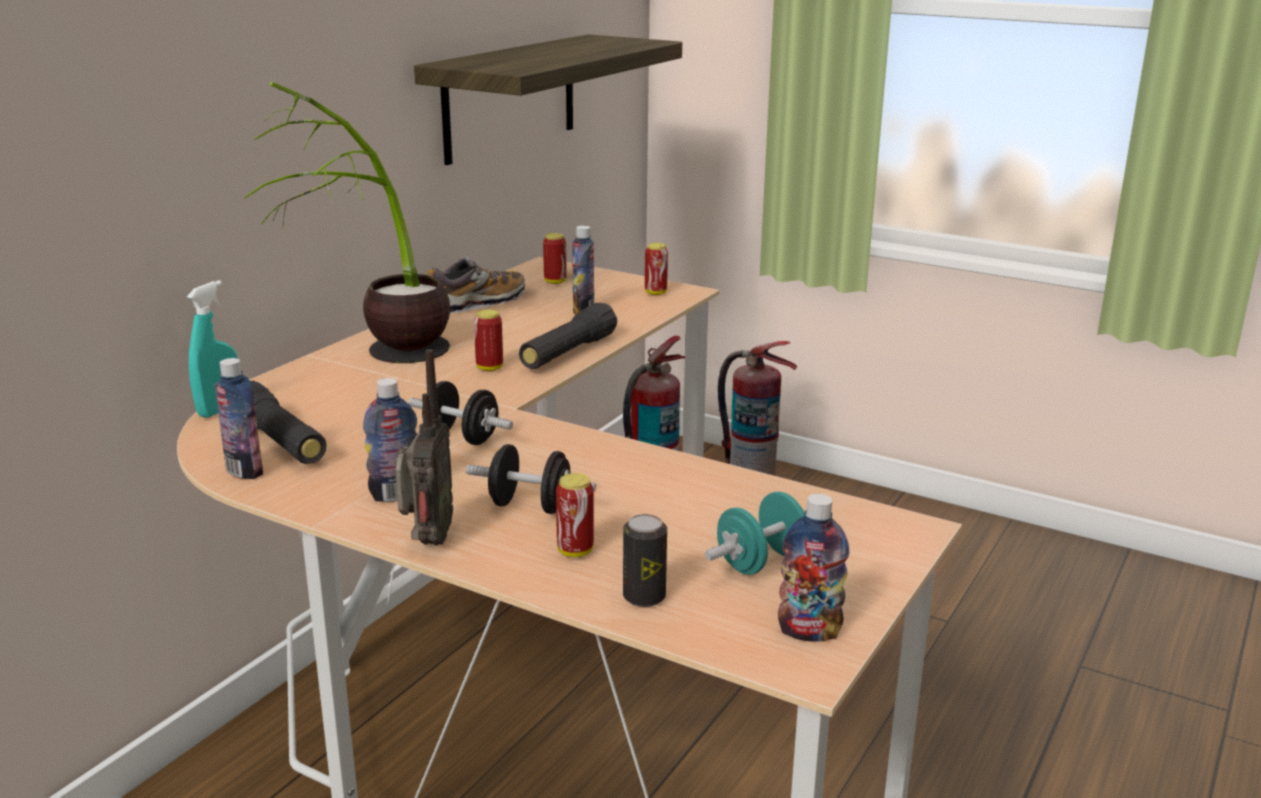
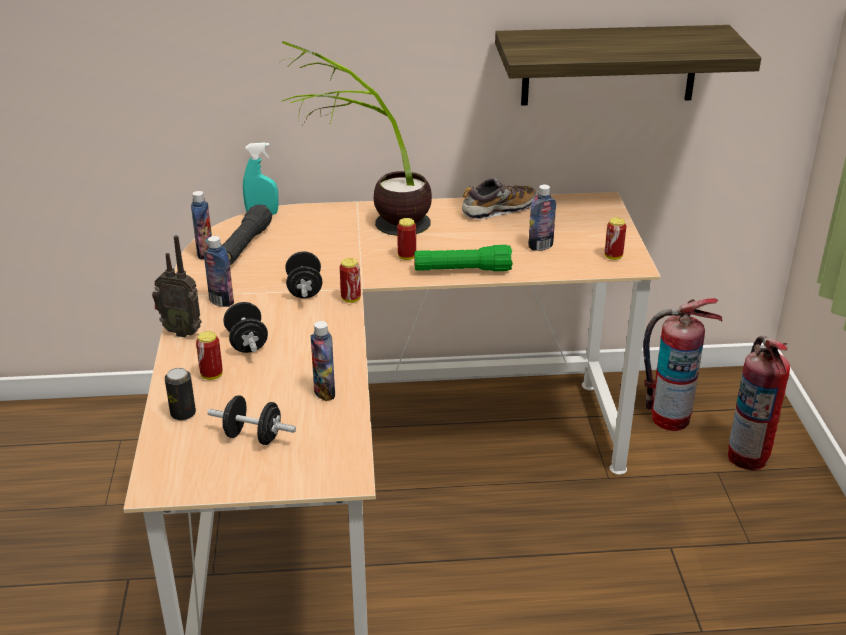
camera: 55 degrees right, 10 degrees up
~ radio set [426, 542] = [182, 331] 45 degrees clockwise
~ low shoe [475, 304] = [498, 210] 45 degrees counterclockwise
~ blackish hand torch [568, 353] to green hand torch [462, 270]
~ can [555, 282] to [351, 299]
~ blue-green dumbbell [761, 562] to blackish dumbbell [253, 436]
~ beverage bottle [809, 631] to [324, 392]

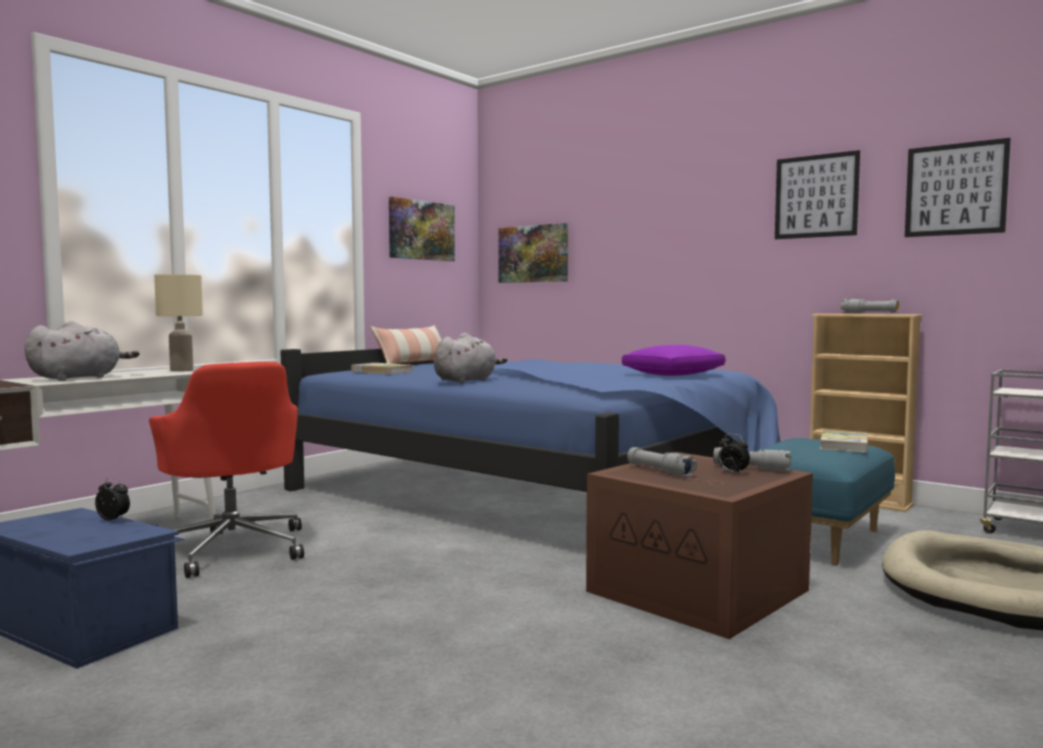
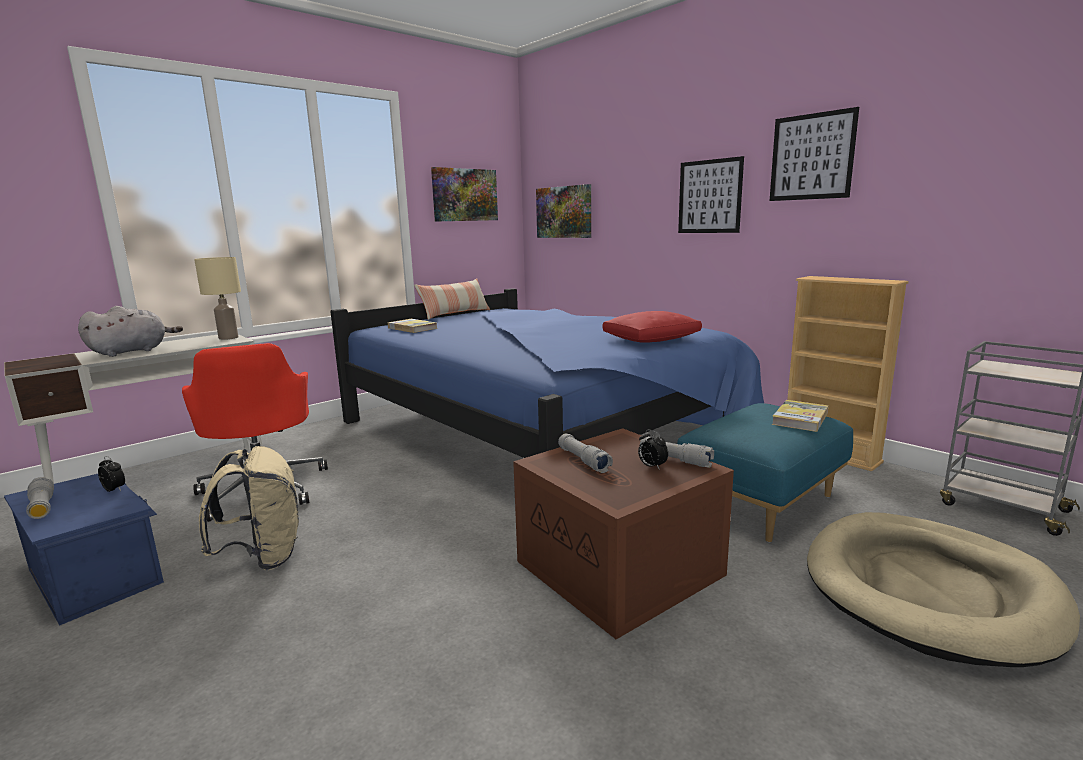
camera: 10 degrees right, 10 degrees up
- grey cuddly toy [467, 381]
~ purplish cushion [674, 374] to red cushion [652, 339]
~ grey hand torch [869, 313] to [42, 507]
~ wall art [955, 189] to [709, 196]
+ sand-coloured backpack [263, 557]

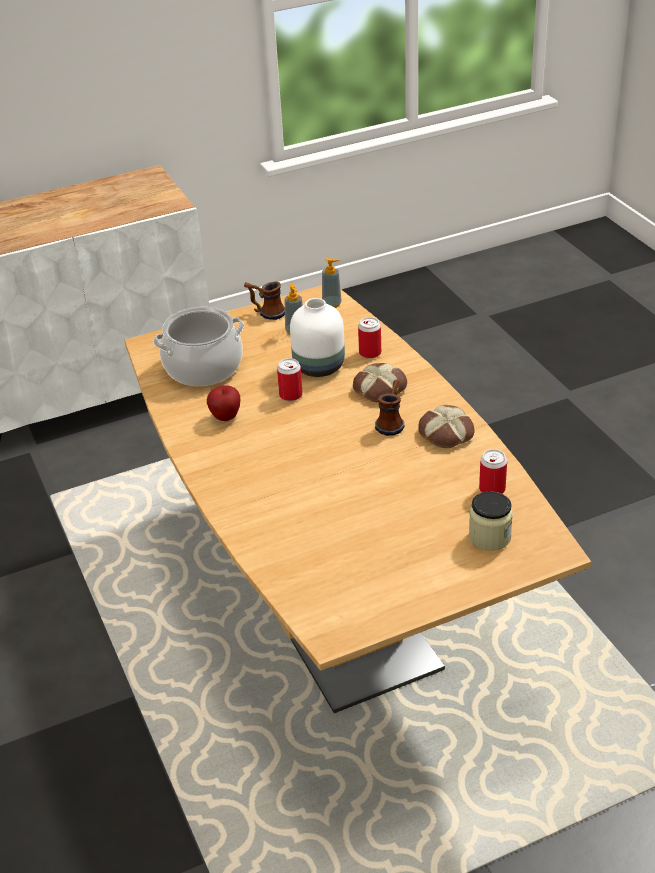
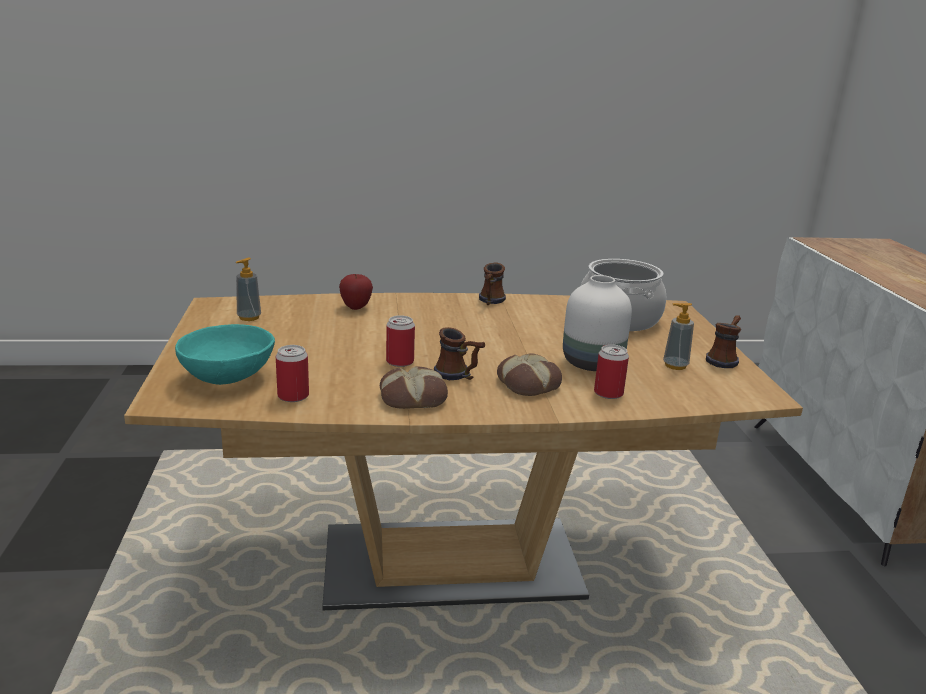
camera: 105 degrees right, 15 degrees down
~ apple [225, 417] to [356, 307]
~ can [290, 395] to [400, 362]
~ soap bottle [332, 304] to [249, 317]
~ storage jar [489, 537] to blue-green serving bowl [228, 377]
+ tea mug [490, 302]

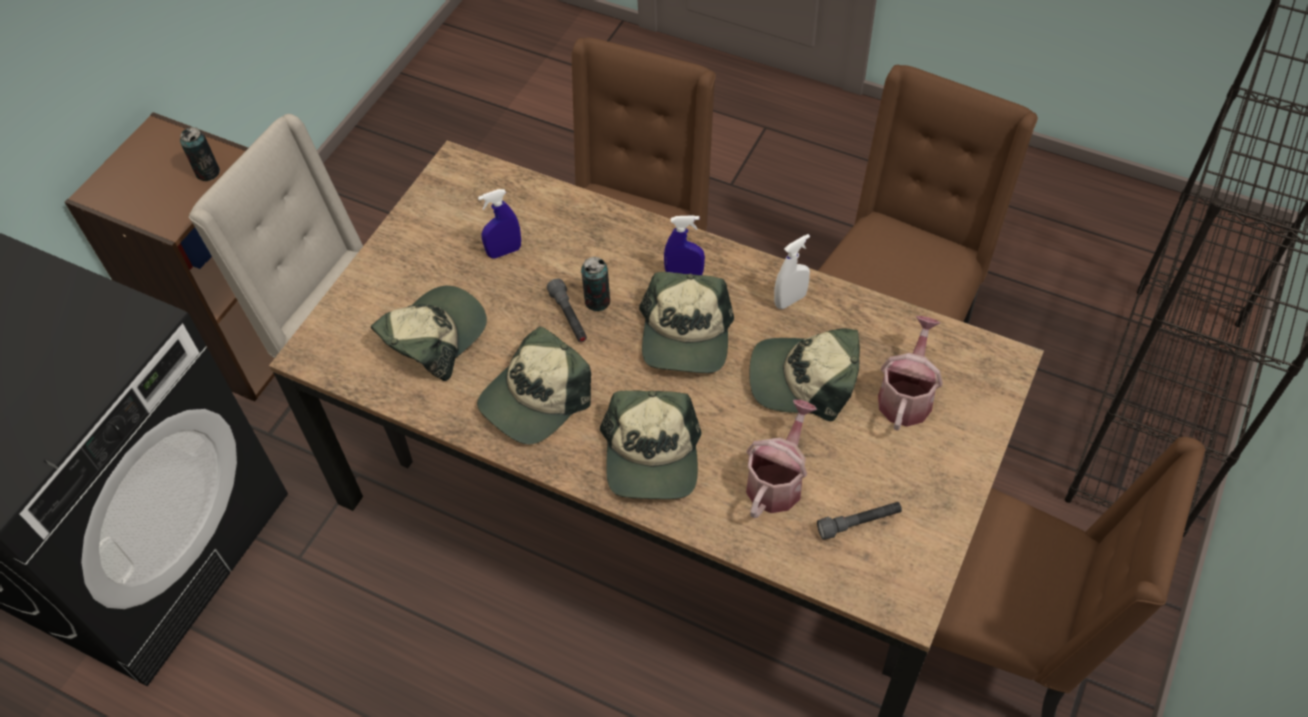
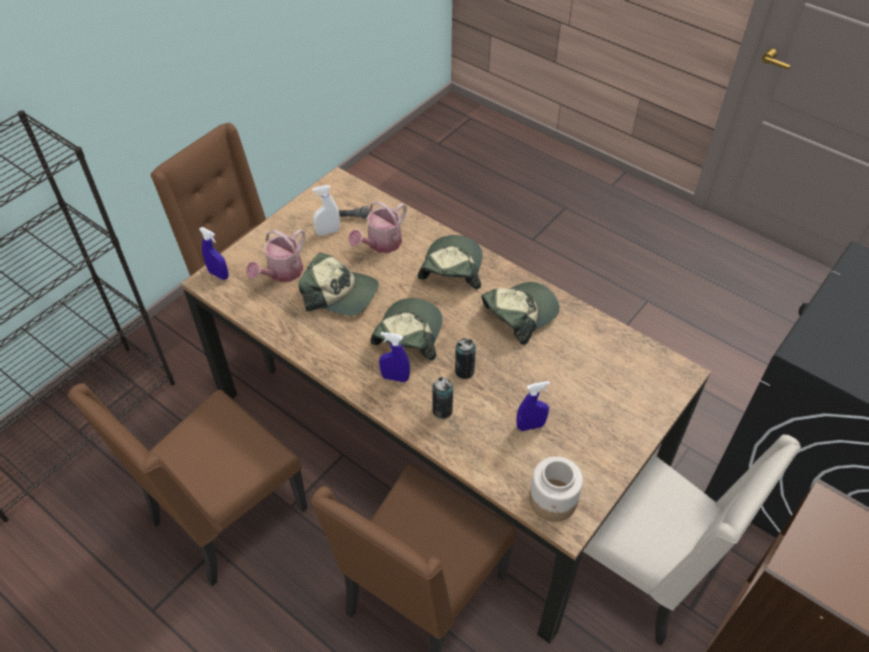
camera: 170 degrees left, 5 degrees down
~ can [208, 172] to [442, 410]
- baseball cap [434, 336]
- grey hand torch [569, 317]
~ white hand sprayer [790, 300] to [328, 232]
+ blue-coloured hand sprayer [218, 274]
+ storage jar [553, 500]

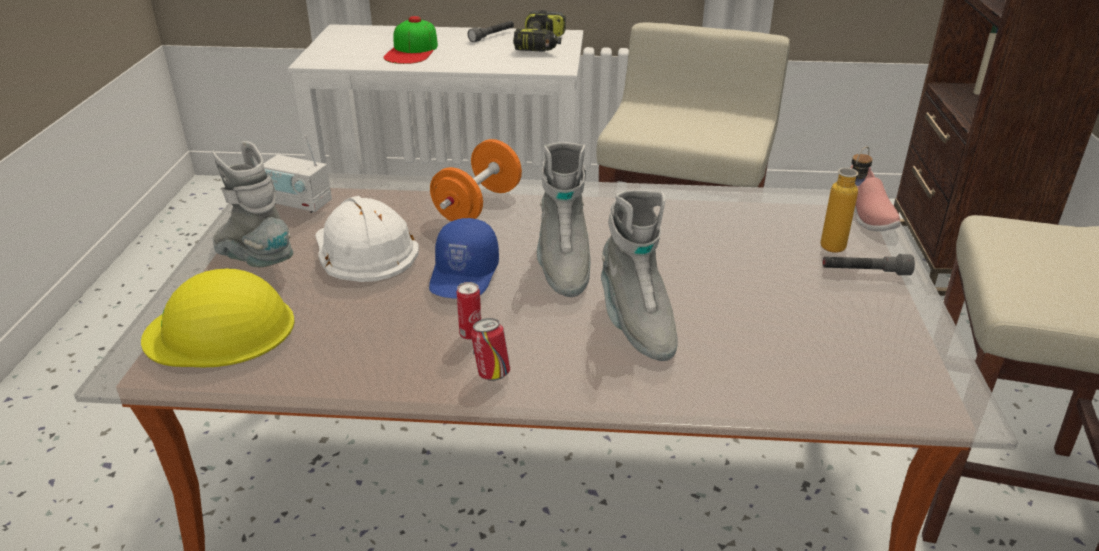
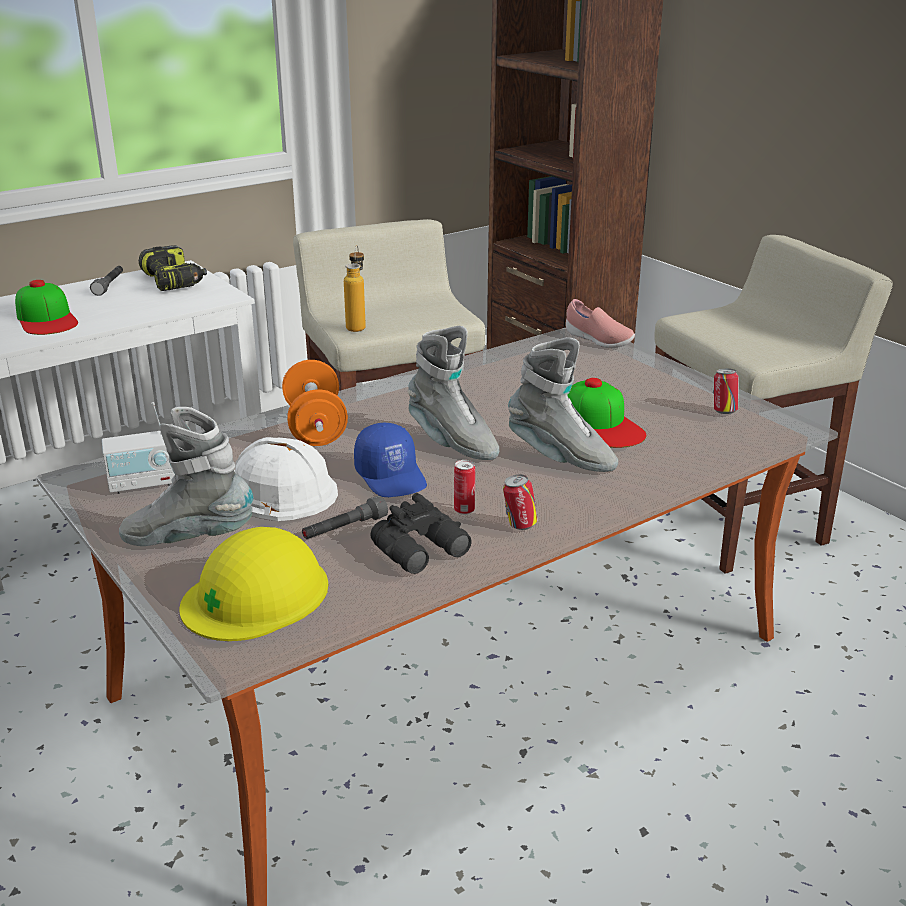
camera: 40 degrees left, 5 degrees down
~ beverage bottle [838, 243] to [357, 325]
~ grey hand torch [865, 272] to [344, 529]
+ blackish field glasses [423, 551]
+ baseball cap [602, 424]
+ can [723, 411]

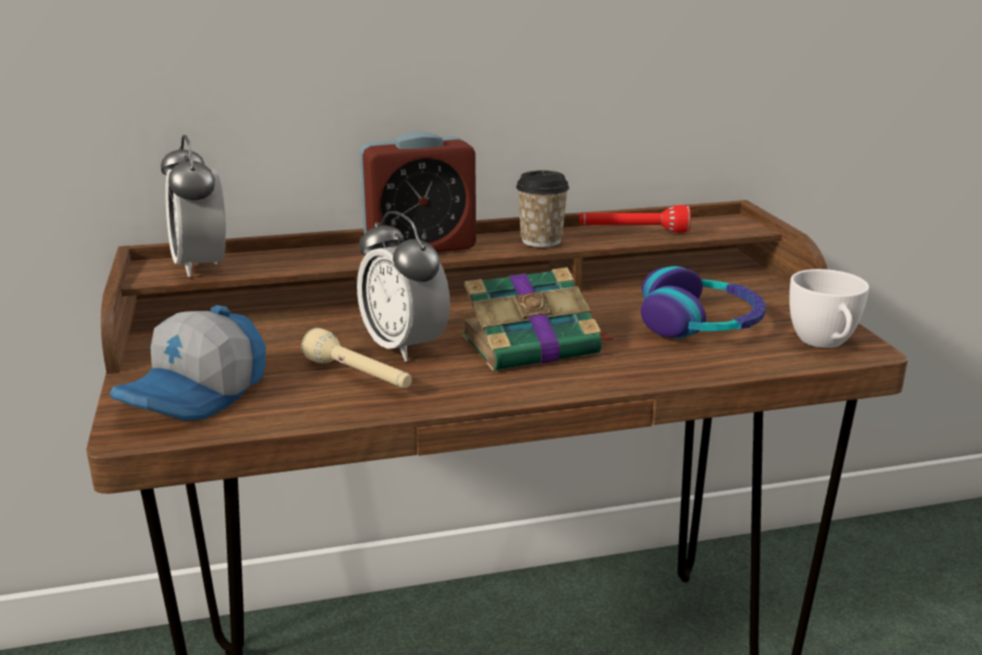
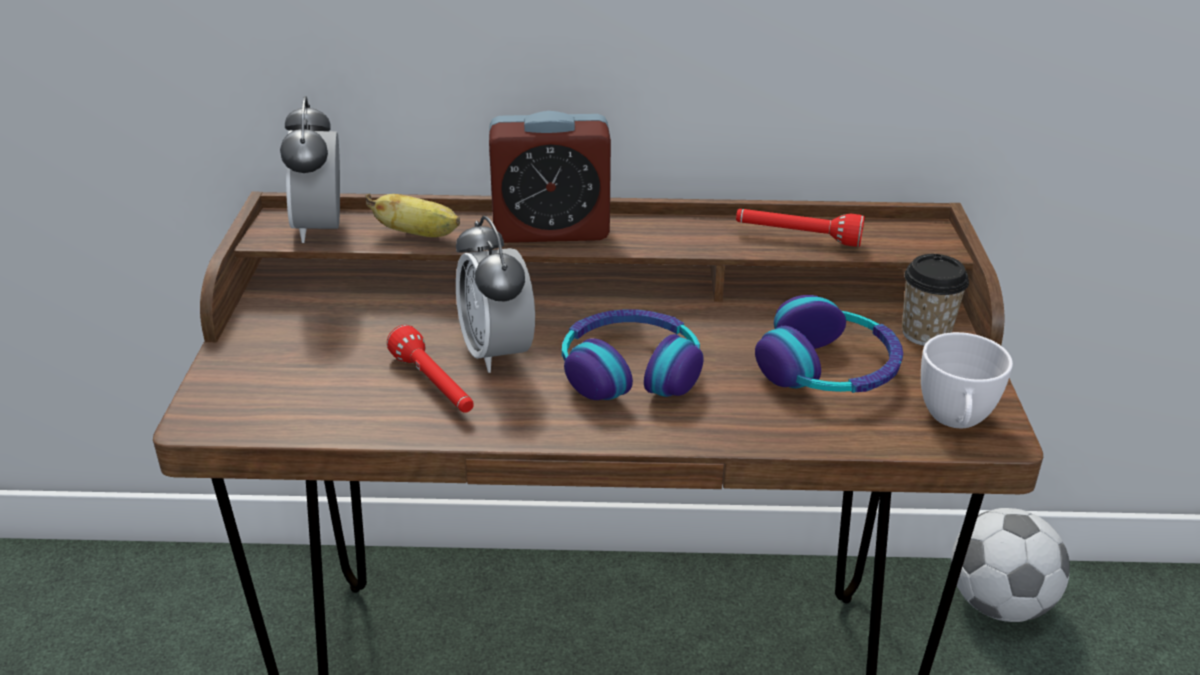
camera: 15 degrees right, 10 degrees up
- baseball cap [197, 394]
~ sand-coloured hand torch [359, 377] to red hand torch [434, 386]
~ volume [533, 345] to pair of headphones [630, 370]
~ cup [541, 240] to [925, 333]
+ banana [419, 235]
+ ball for football [999, 603]

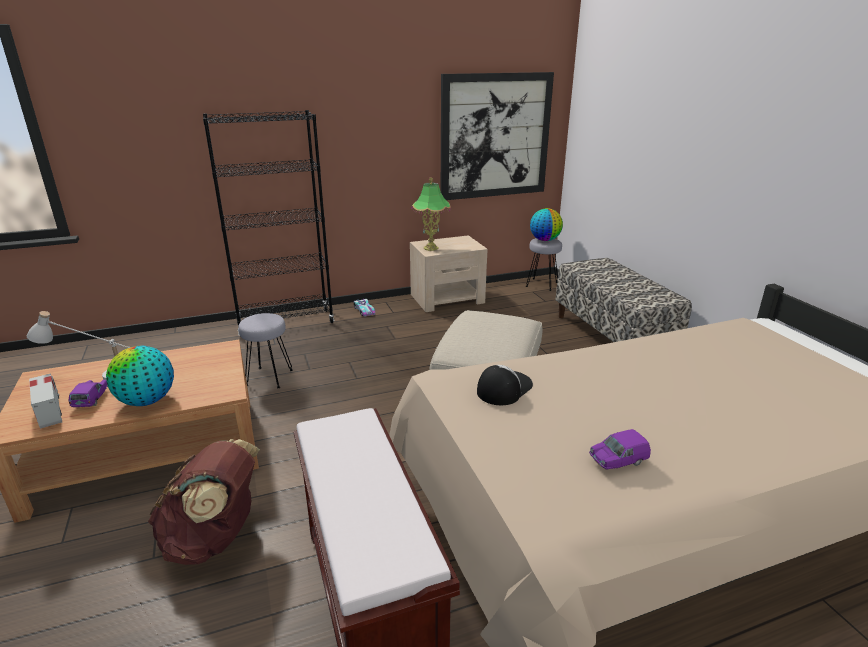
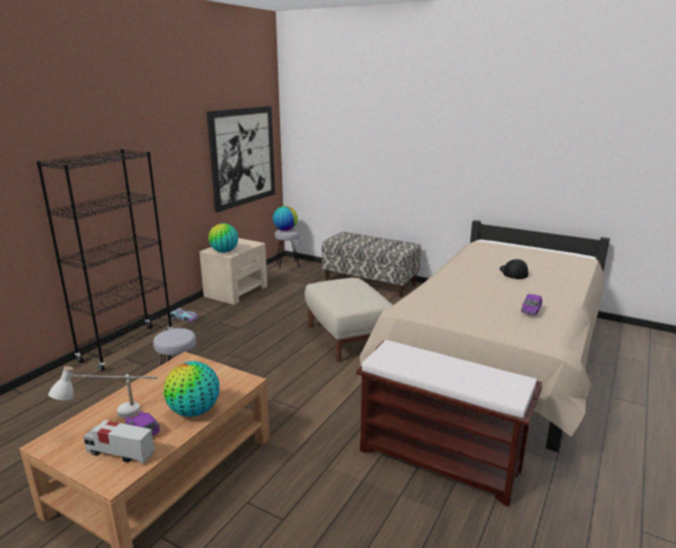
camera: 40 degrees left, 5 degrees down
- brown backpack [215, 538]
~ lamp for a table [431, 248] to world globe [224, 251]
~ baseball cap [503, 388] to [513, 272]

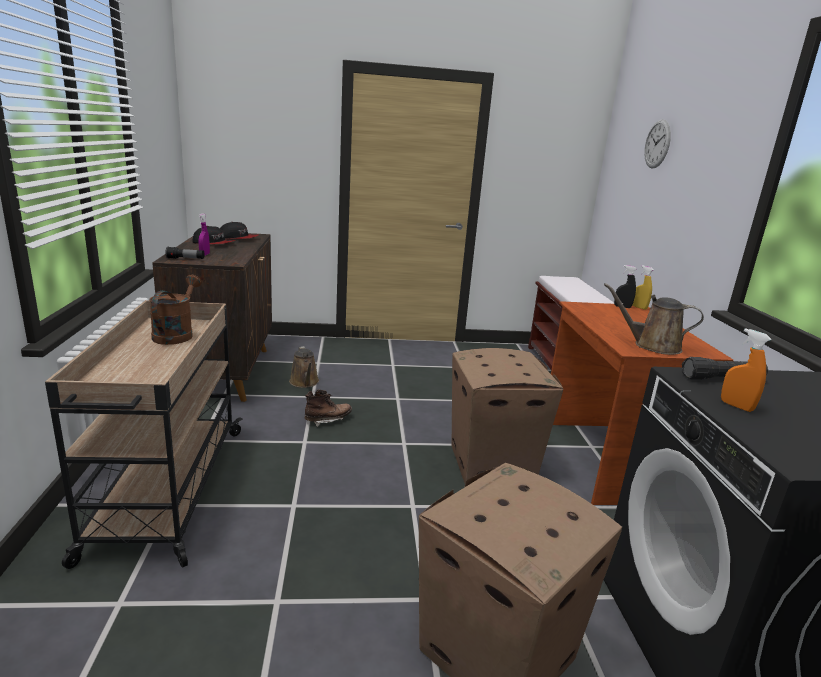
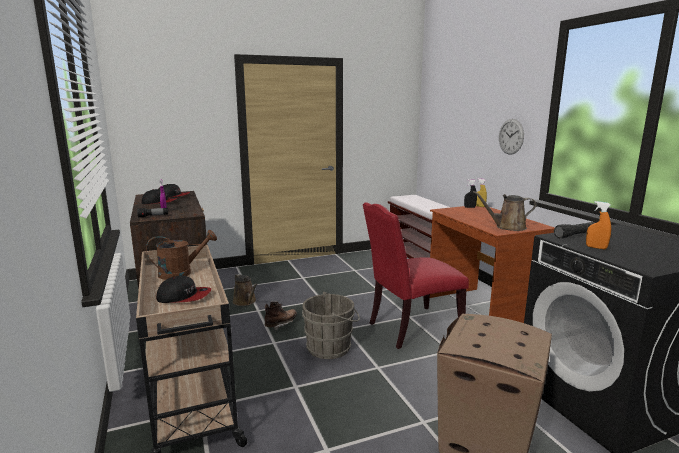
camera: 15 degrees left, 5 degrees down
~ brown watering can [176, 334] = [181, 273] 75 degrees clockwise
~ carton [491, 463] to red chair [411, 329]
~ hanging clock [657, 144] to [511, 136]
+ baseball cap [184, 297]
+ grey water bucket [331, 347]

